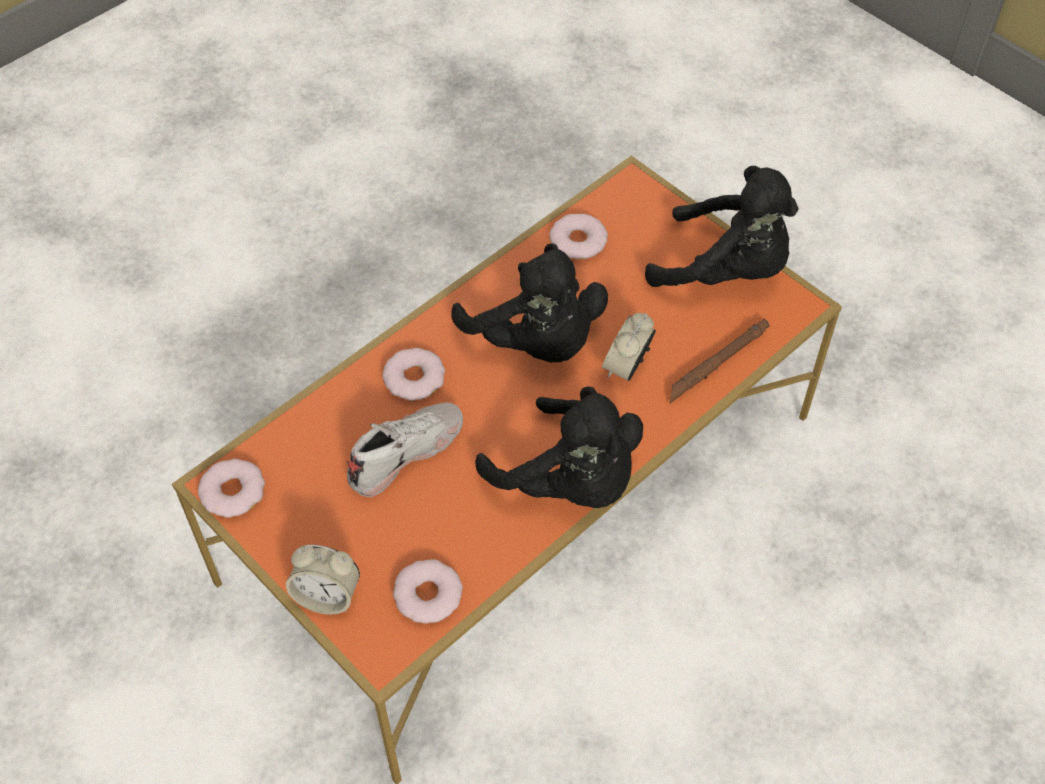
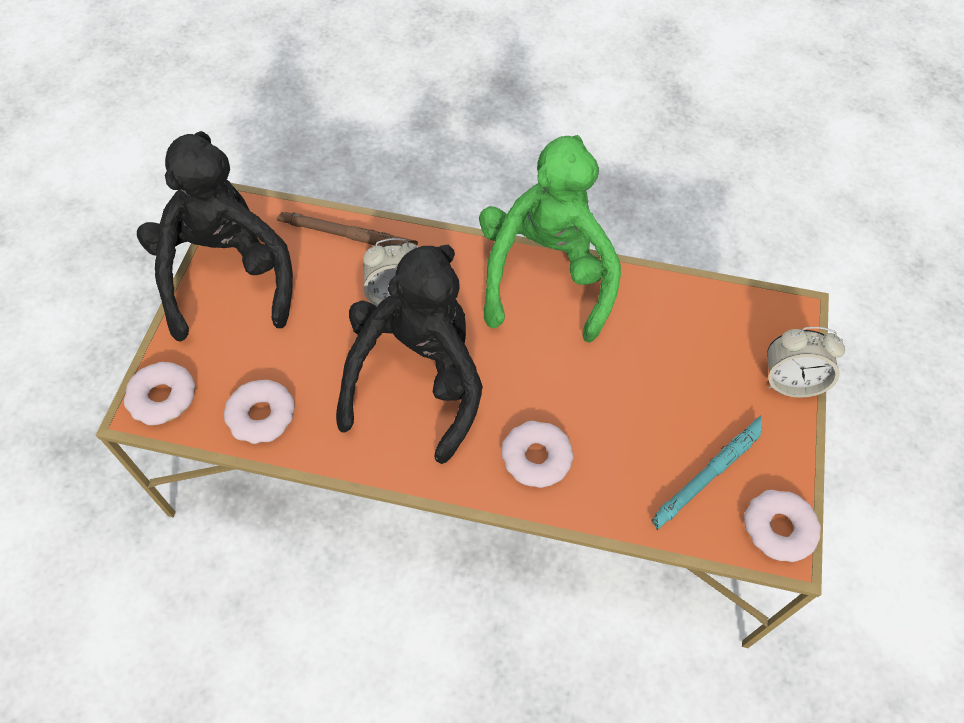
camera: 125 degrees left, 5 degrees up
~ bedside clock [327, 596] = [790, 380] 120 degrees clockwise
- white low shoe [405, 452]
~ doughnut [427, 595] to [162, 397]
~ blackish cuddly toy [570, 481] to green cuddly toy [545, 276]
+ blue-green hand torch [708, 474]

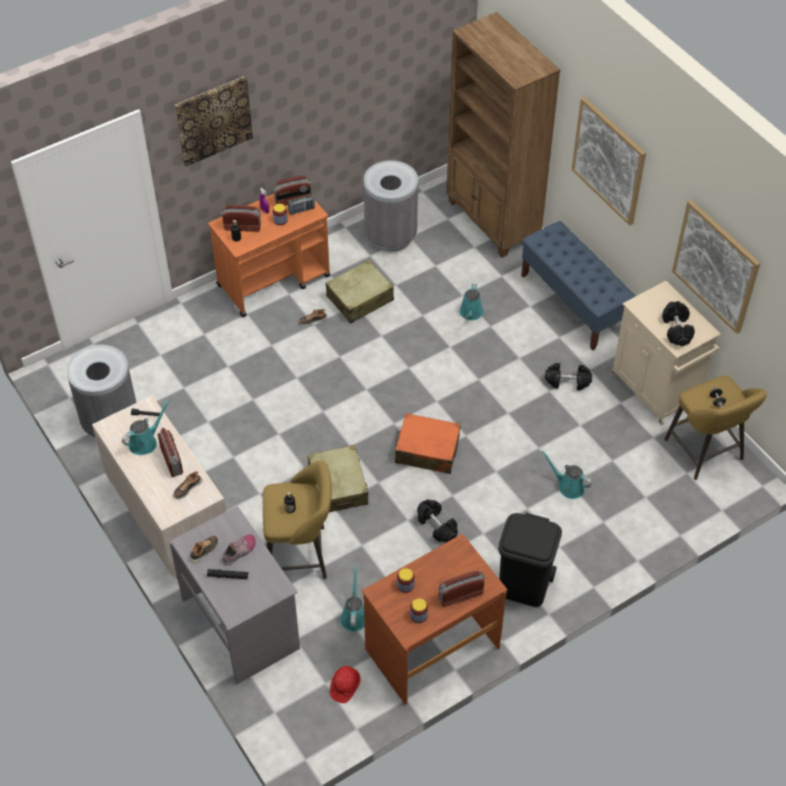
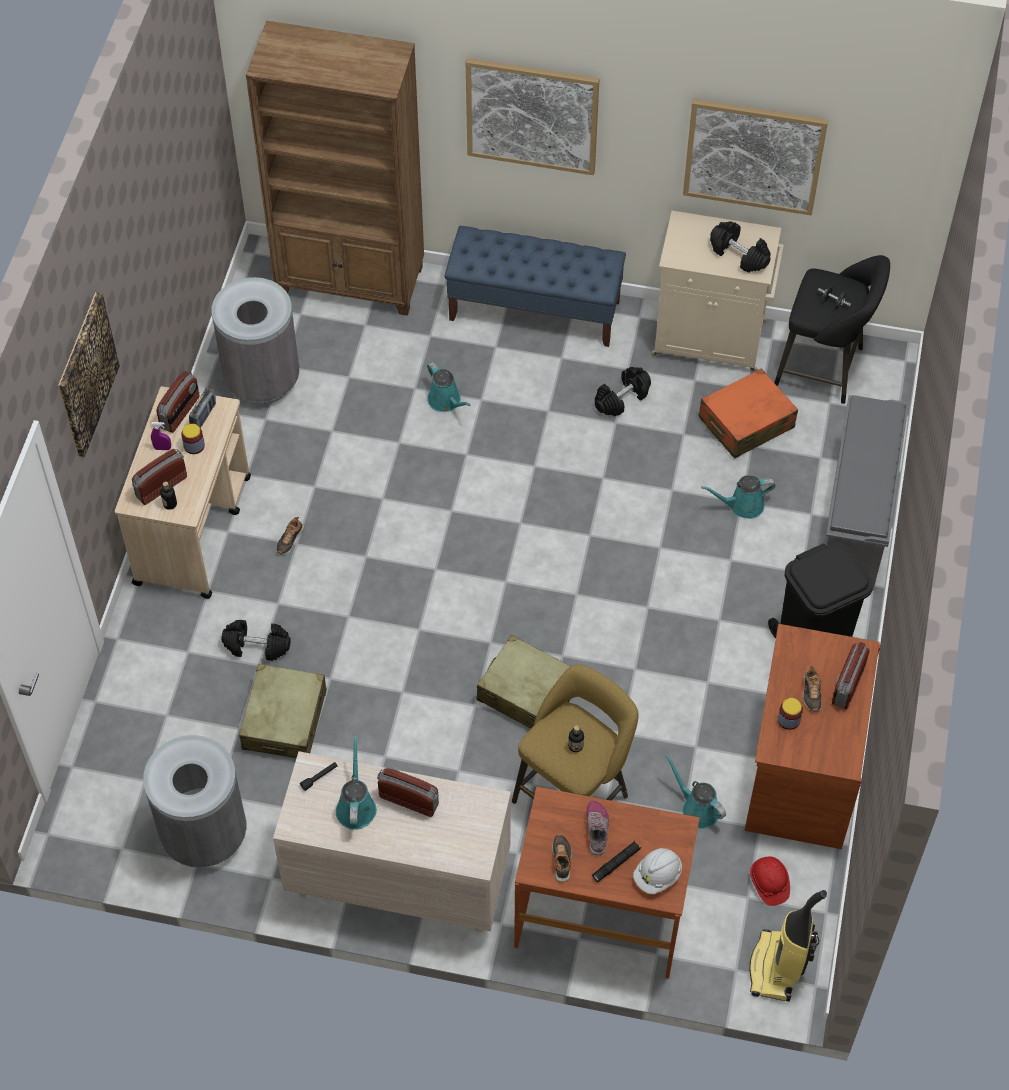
camera: 45 degrees left, 5 degrees up
~ grey desk [242, 623] to brown desk [601, 915]
~ low shoe [187, 488] to [811, 692]
~ orangey cart [274, 280] to sand-coloured cart [193, 529]
~ sand-coloured suitcase [360, 298] to [285, 720]
~ orangey suitcase [427, 450] to [745, 423]
- storage jar [418, 615]
~ blackish dumbbell [436, 526] to [257, 646]
~ yellowish sitting stool [706, 453] to blackish sitting stool [824, 368]
+ white work helmet [657, 876]
+ hoover [777, 968]
+ grey shoe rack [856, 522]

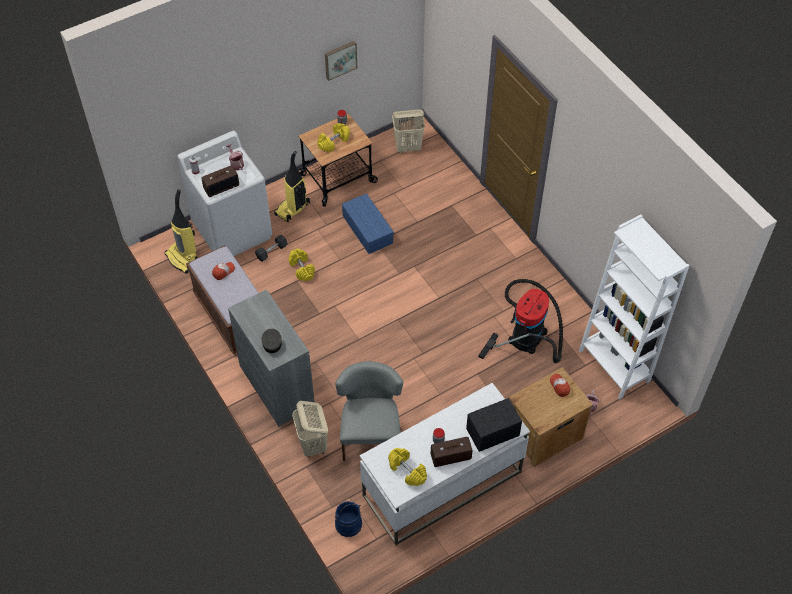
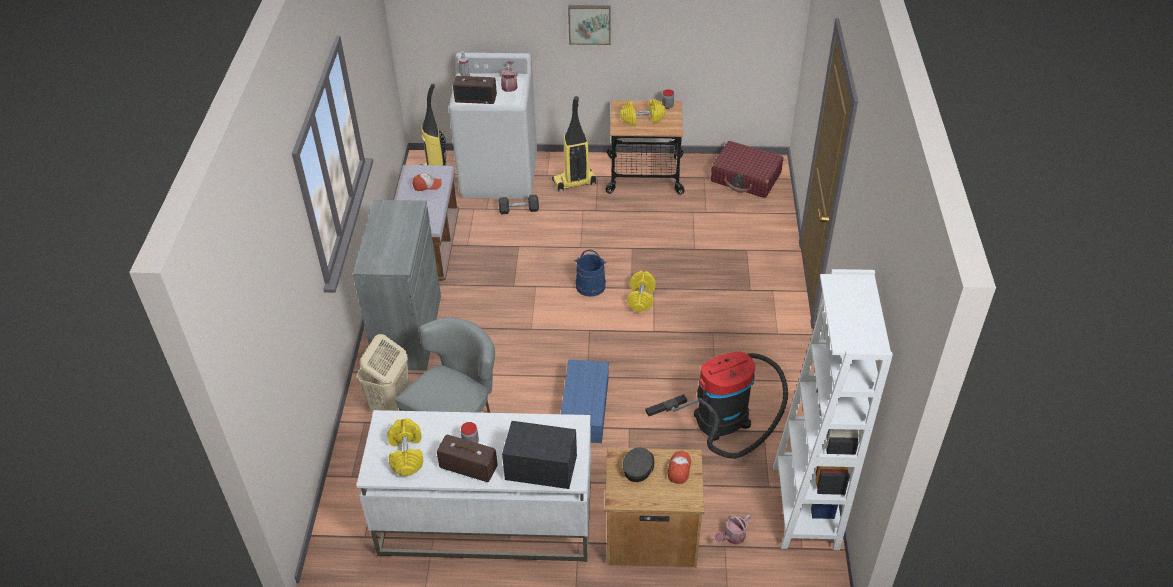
camera: 35 degrees right, 10 degrees down
~ grey baseball cap [272, 342] to [638, 468]
~ yellowish dumbbell [302, 269] to [641, 298]
~ wall art [340, 59] to [589, 23]
~ blue-coloured water bucket [348, 524] to [590, 285]
~ blue-coloured storage bin [366, 229] to [584, 408]
~ sand-coloured laundry basket [408, 147] to red suitcase [746, 177]

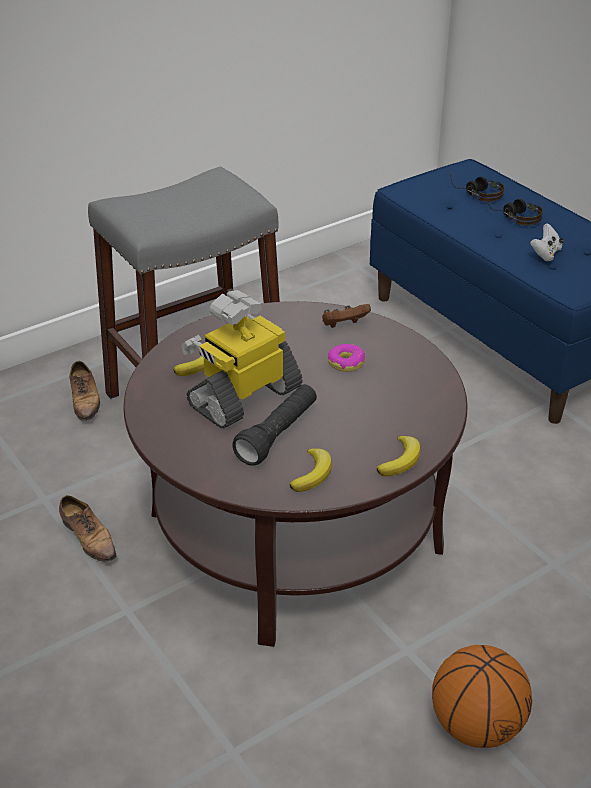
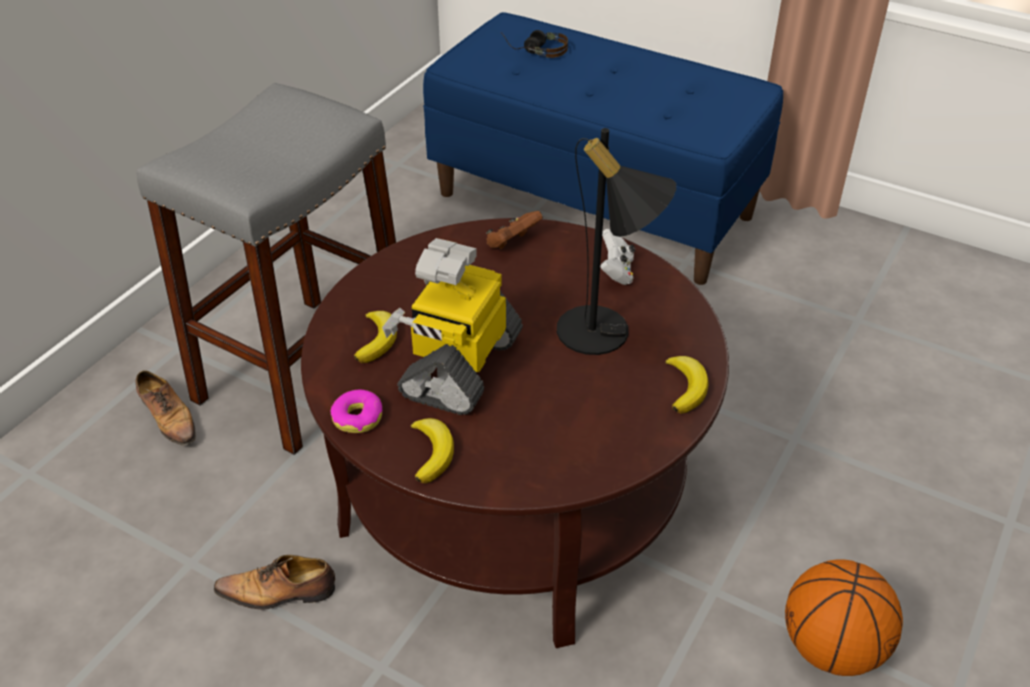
camera: 25 degrees left, 5 degrees up
~ low shoe [89, 538] = [279, 592] 150 degrees clockwise
- blackish hand torch [278, 435]
~ banana [313, 473] to [432, 452]
~ doughnut [346, 363] to [358, 417]
- pair of headphones [513, 216]
~ white gamepad [545, 254] to [616, 272]
+ blackish lamp for a table [605, 335]

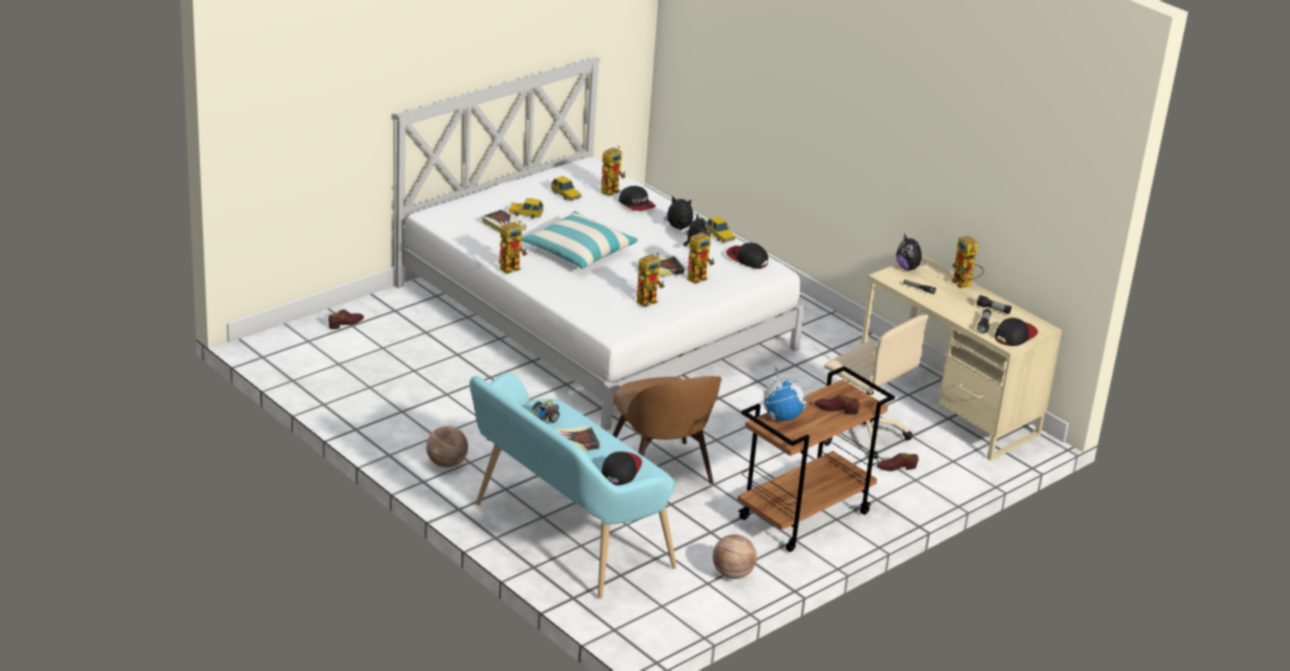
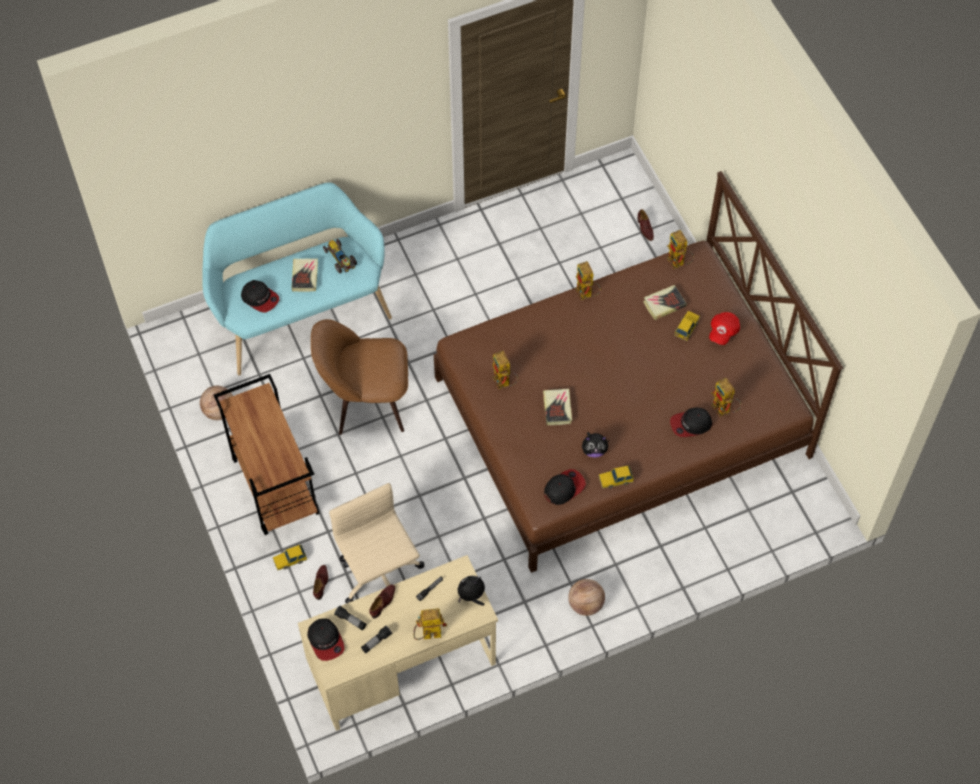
camera: 110 degrees right, 30 degrees up
~ white bedroom bed [594, 317] to brown bedroom bed [620, 416]
~ ball for basketball [446, 464] to [585, 604]
- cushion [578, 251]
~ model car [566, 195] to [290, 559]
- cuddly toy [678, 228]
~ toy robot [699, 277] to [678, 263]
- world globe [781, 417]
~ brown low shoe [836, 409] to [383, 602]
~ sand-coloured computer chair [862, 433] = [380, 576] 90 degrees clockwise
+ red baseball cap [723, 332]

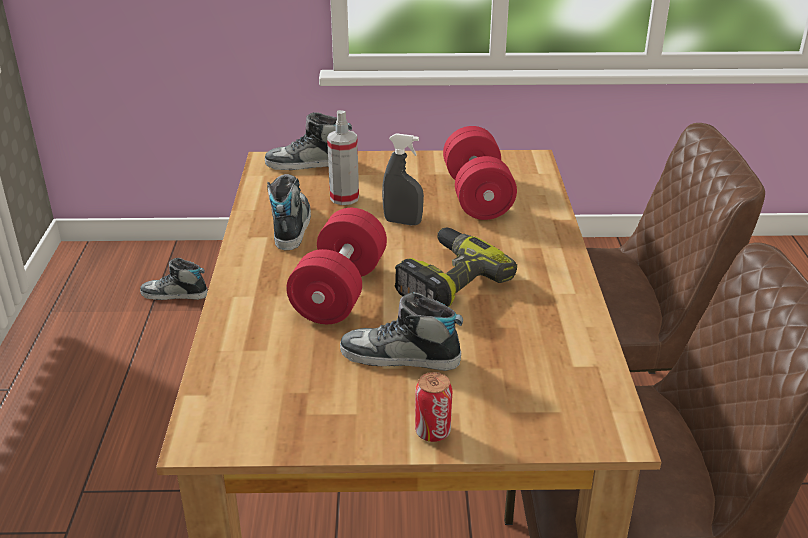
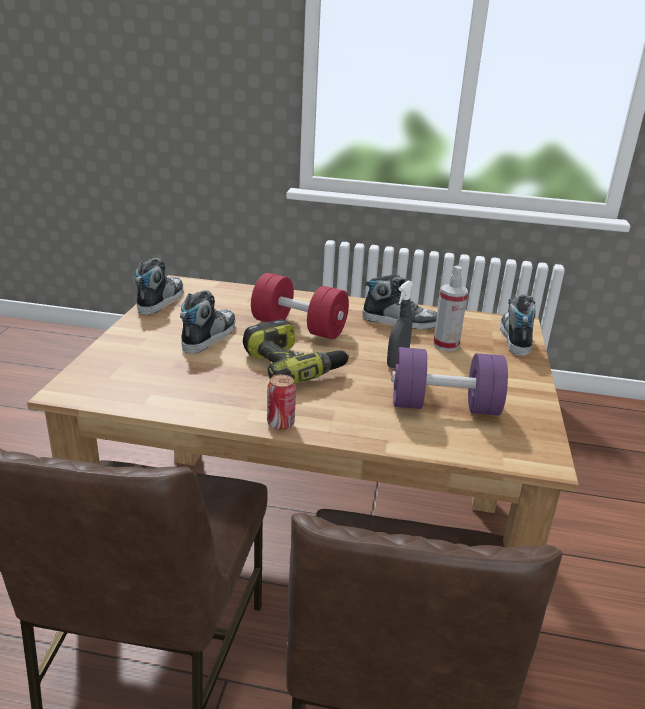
camera: 100 degrees right, 5 degrees down
~ low shoe [174, 294] to [161, 300]
~ can [432, 432] to [280, 423]
~ red dumbbell [477, 196] to purplish dumbbell [444, 406]

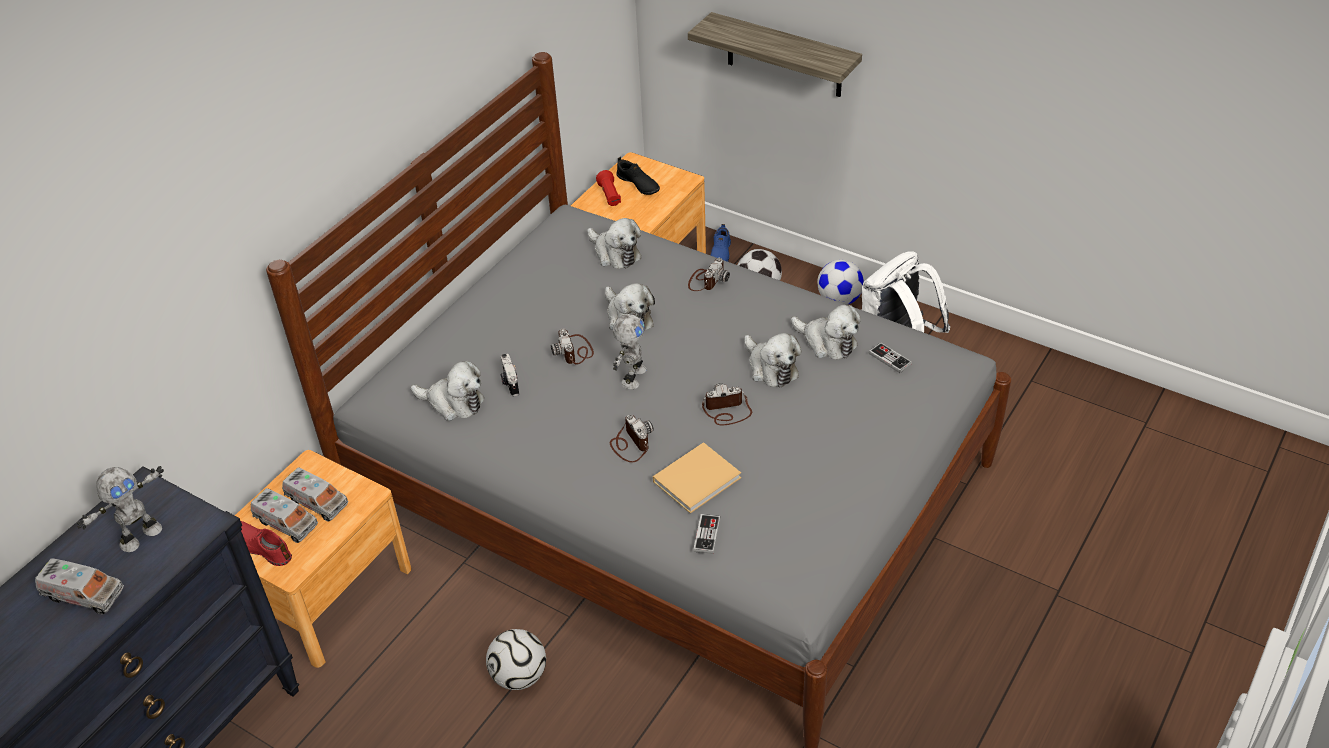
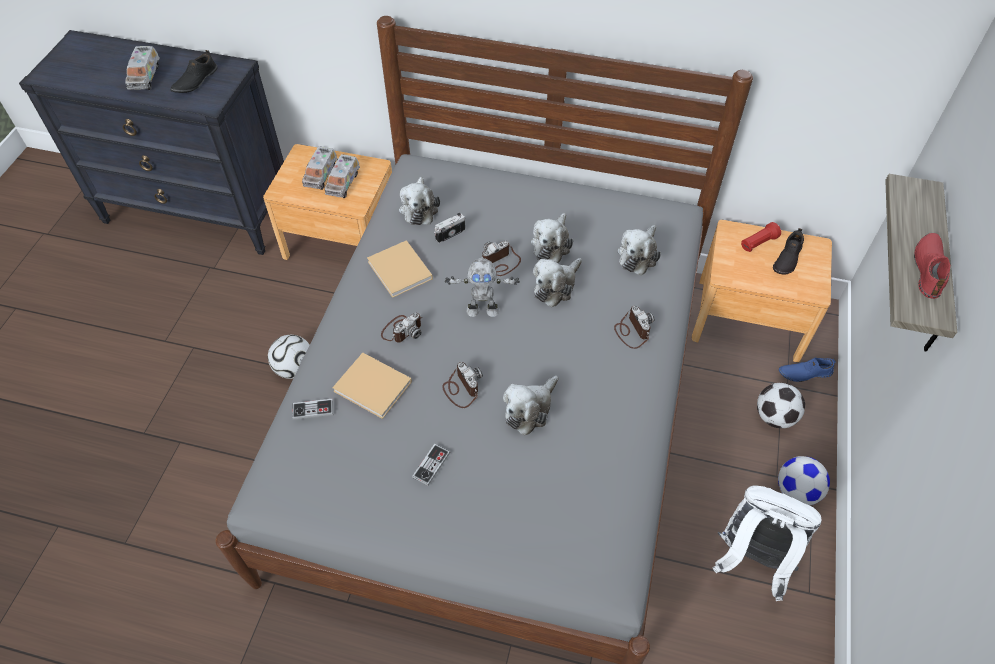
camera: 70 degrees right, 10 degrees up
~ toy robot [140, 536] to blackish low shoe [195, 81]
~ red low shoe [261, 546] to [929, 269]
~ photo camera [707, 280] = [632, 331] 120 degrees counterclockwise
~ cuddly toy [827, 342] to [552, 244]
~ gamepad [889, 359] to [431, 465]
+ sand-coloured volume [400, 271]

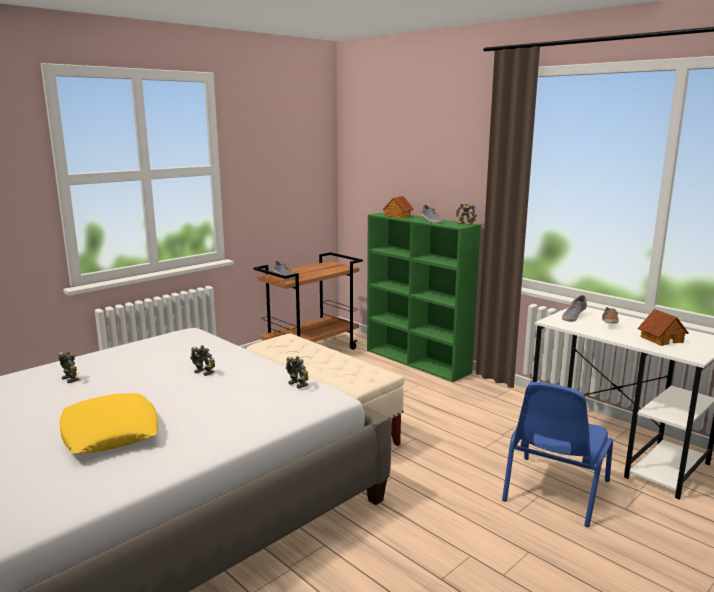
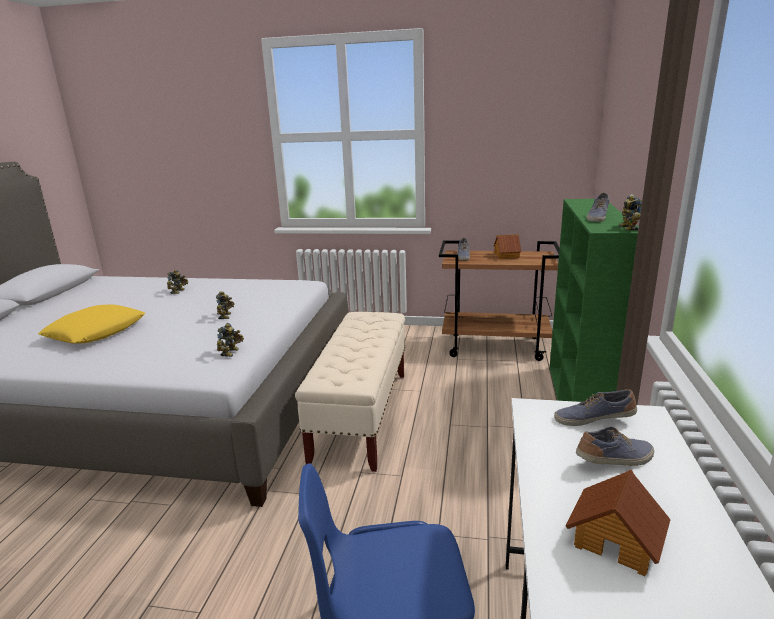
camera: 55 degrees right, 5 degrees up
~ model house [397, 216] to [506, 255]

